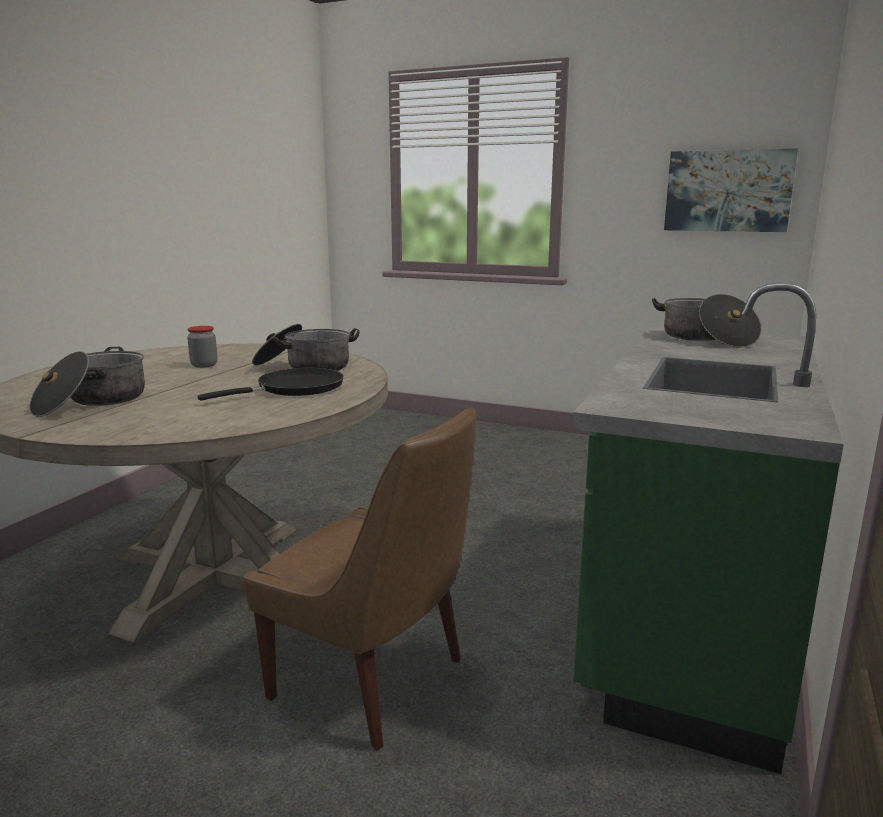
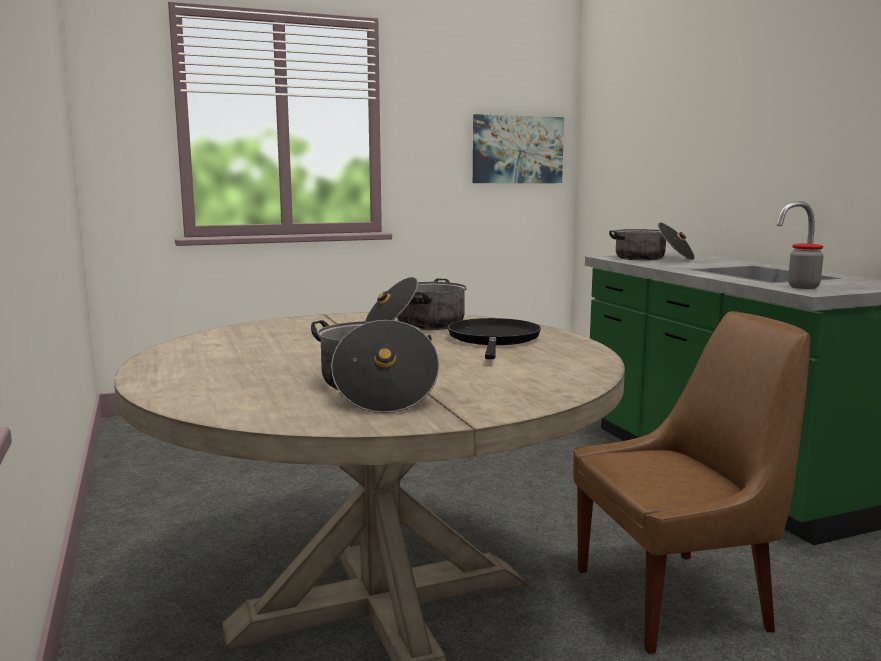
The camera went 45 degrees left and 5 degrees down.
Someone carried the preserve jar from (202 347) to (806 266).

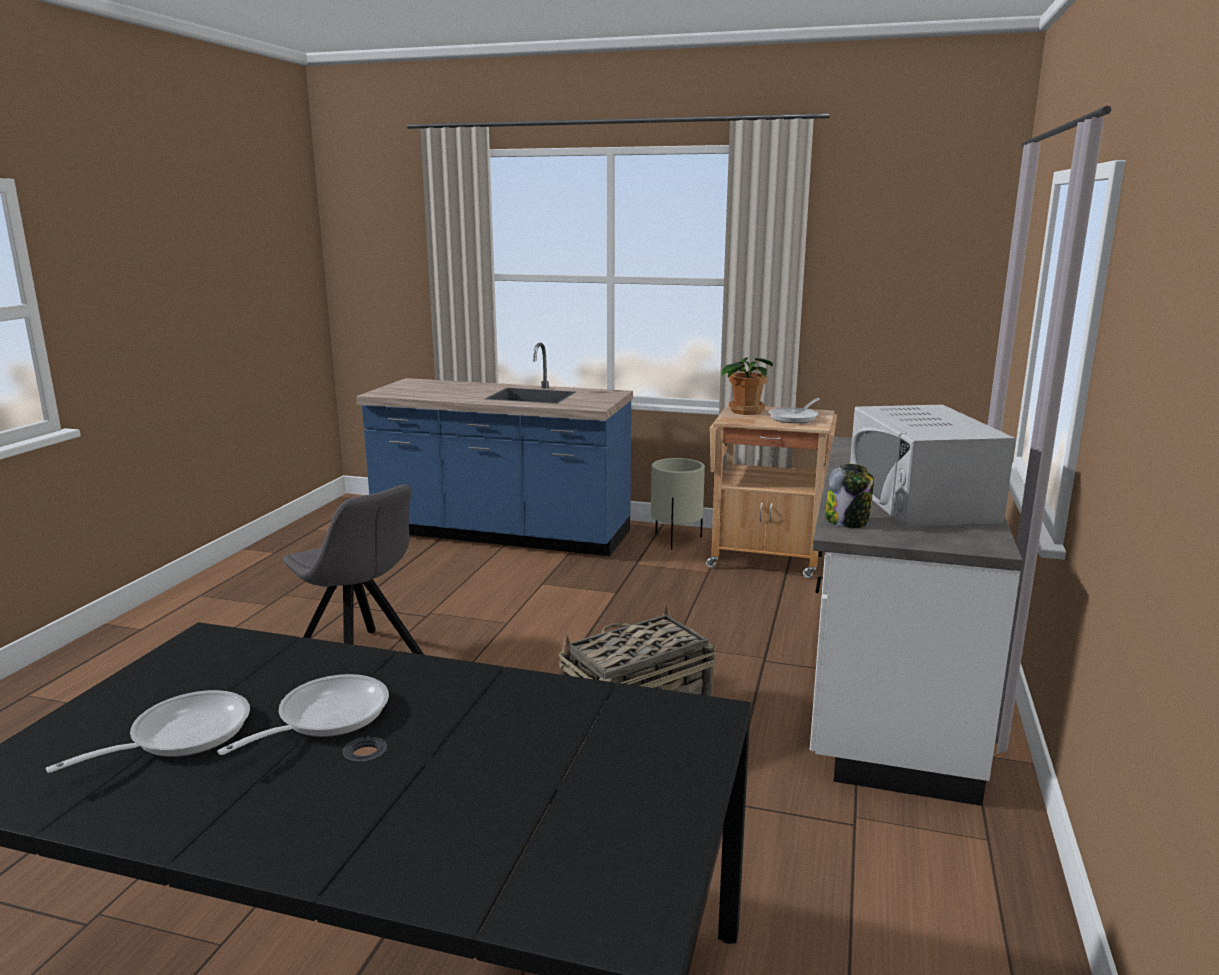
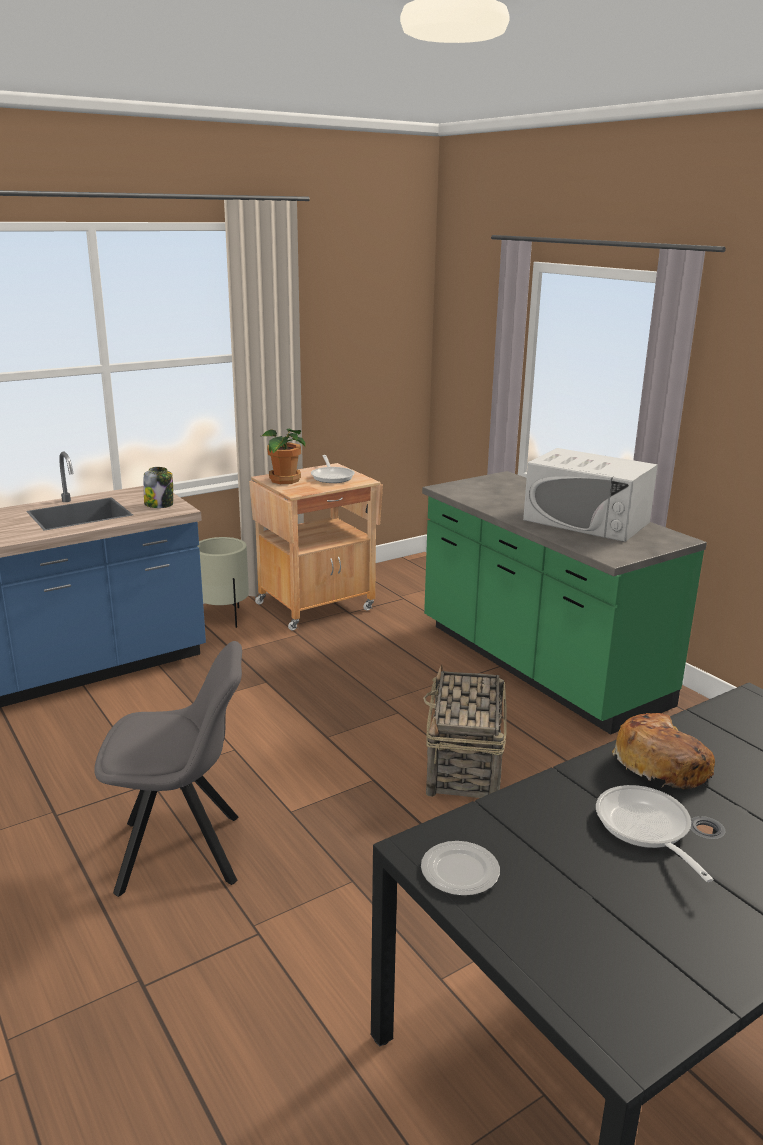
The camera went 50 degrees left and 5 degrees up.
Someone carried the preserve jar from (849 496) to (158 487).
Someone put down the plate at (460 868).
Someone repainted the counter (white) at (916 621), which became the counter (green-coloured) at (564 603).
Someone put down the bread at (663 751).
Someone took away the frying pan at (148 731).

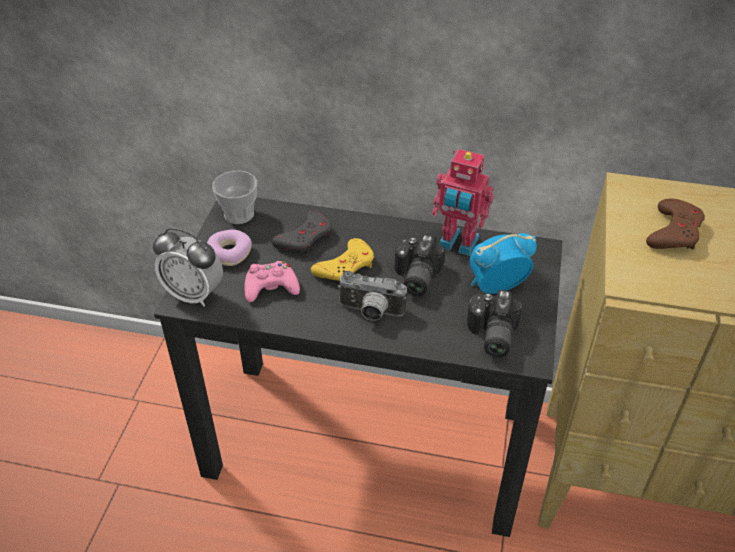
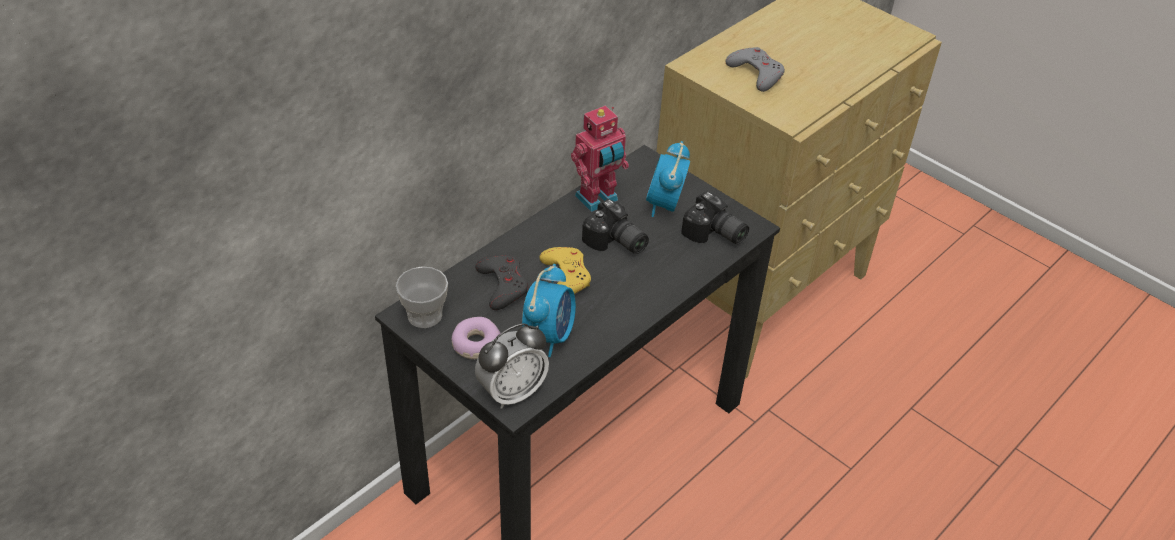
The camera went 60 degrees left and 0 degrees up.
Someone swapped the gamepad (pinkish) at (272 281) for the bedside clock at (549 310).
Someone repainted the gamepad (brown) at (675 224), which became the gamepad (grey) at (755 69).
Someone took away the still camera at (372 296).

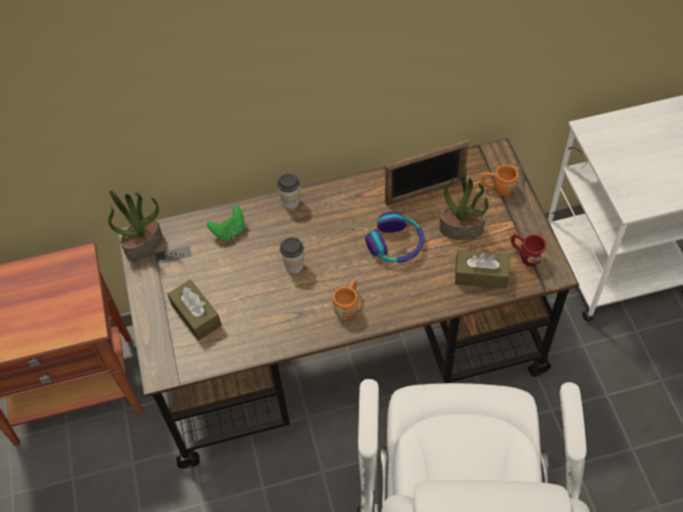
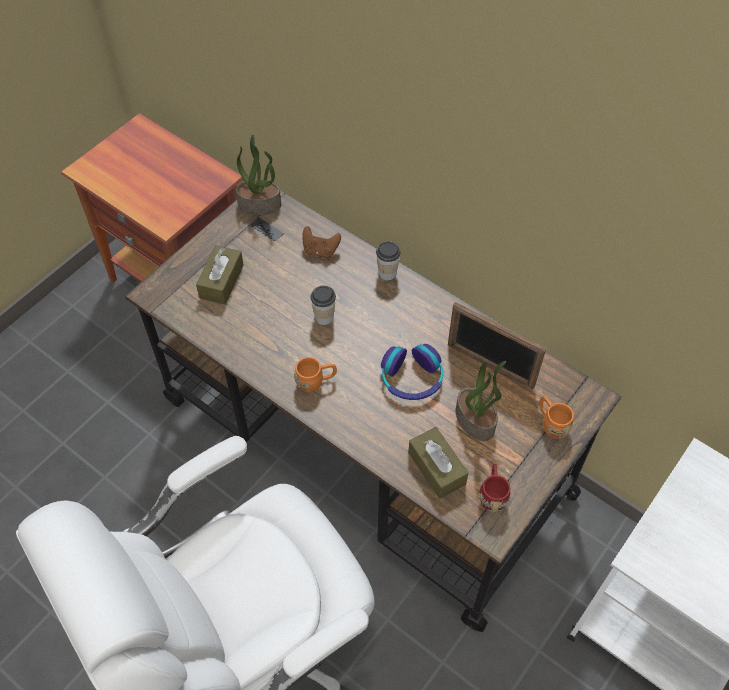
The camera went 50 degrees right and 0 degrees up.
Someone repainted the gamepad (green-coloured) at (226 223), which became the gamepad (brown) at (321 242).

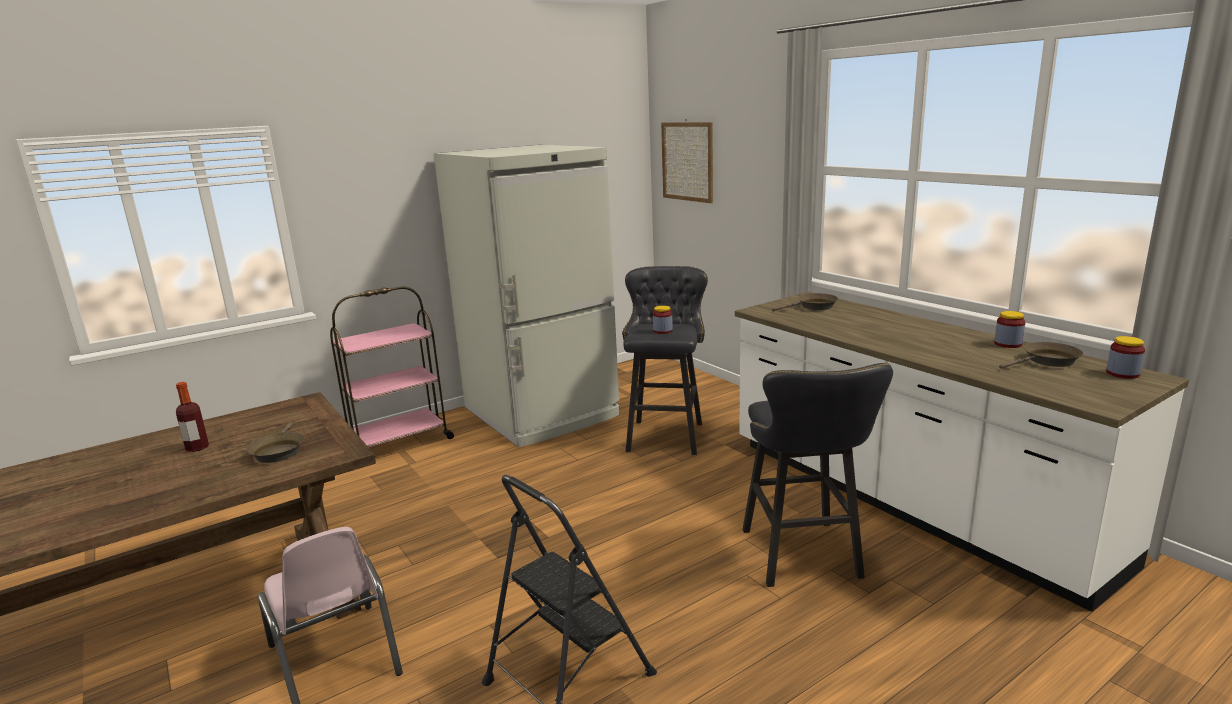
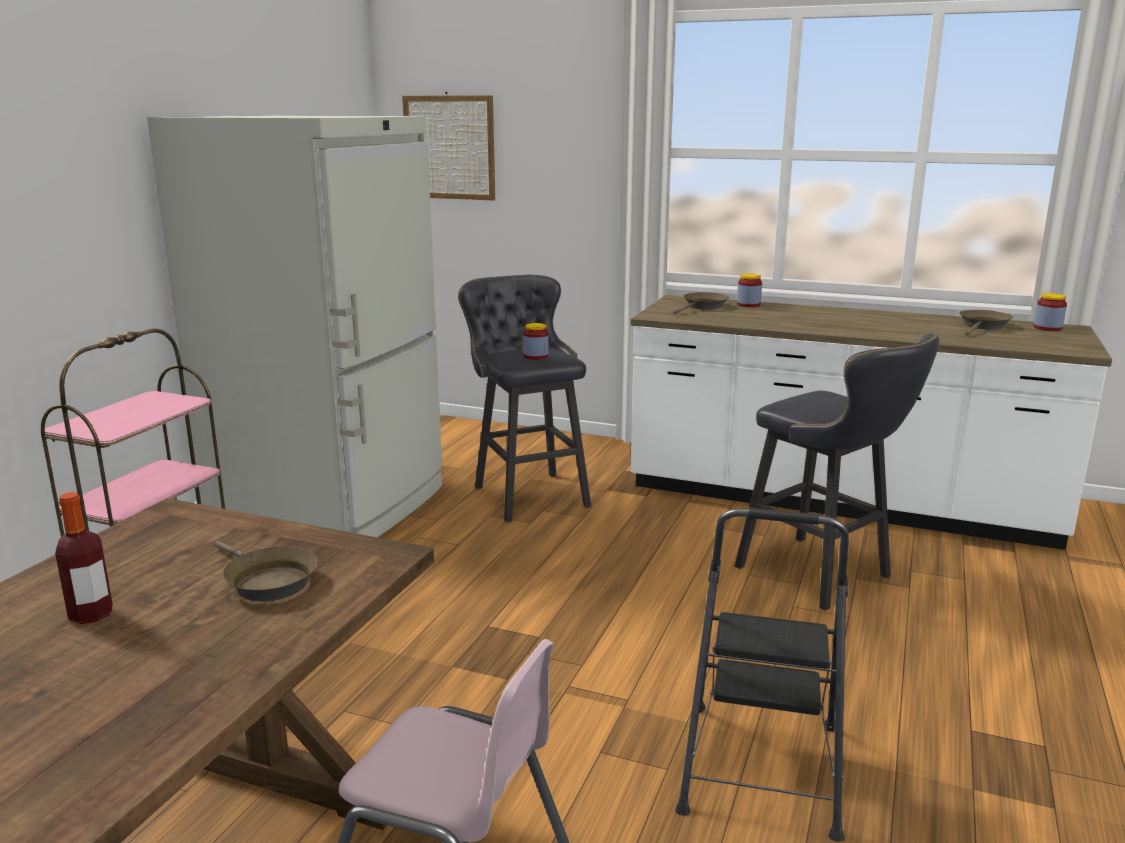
The camera went 35 degrees left and 0 degrees up.
Someone carried the preserve jar from (1009 329) to (749 290).

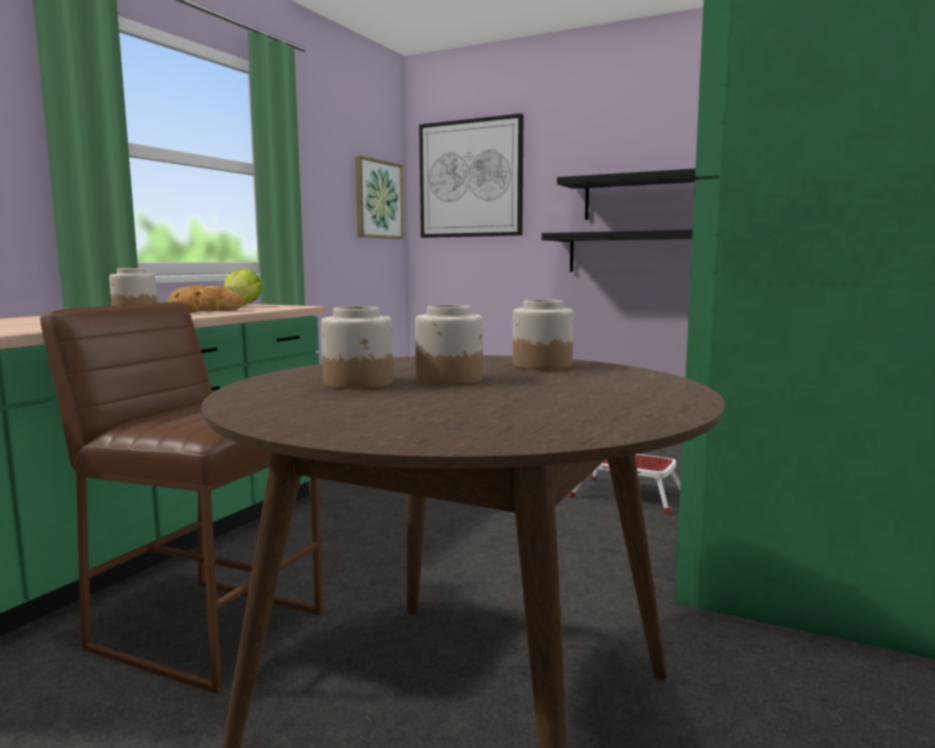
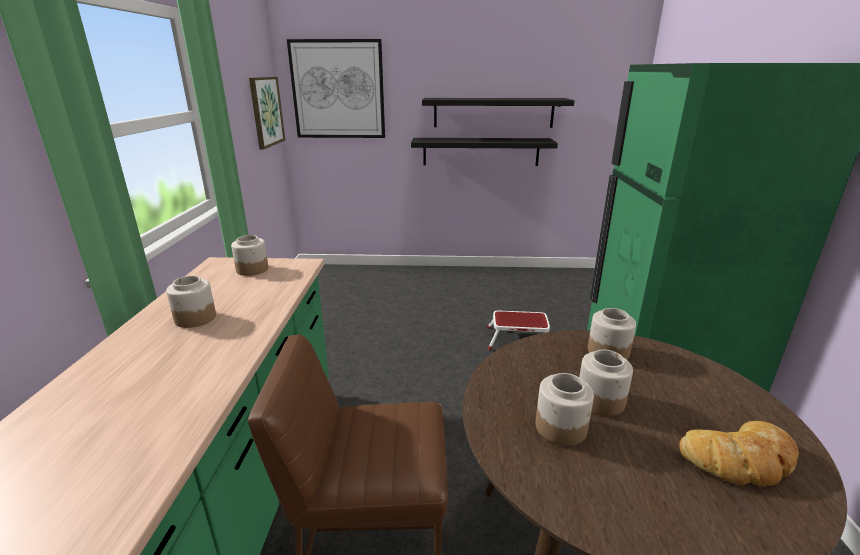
The camera went 25 degrees left and 15 degrees up.
Someone swapped the lettuce head at (243 287) for the preserve jar at (249 255).
Someone carried the bread from (205 298) to (739 453).

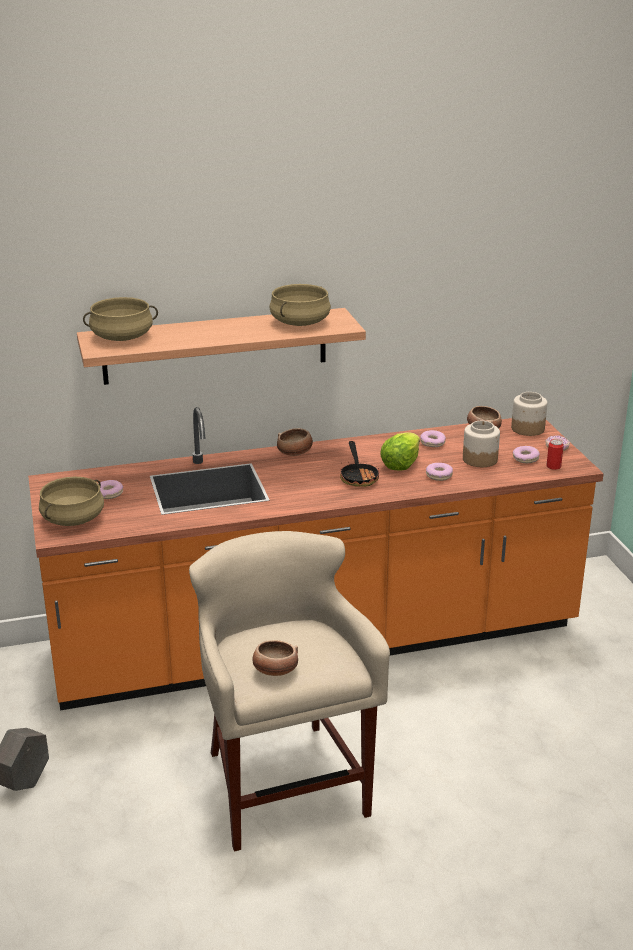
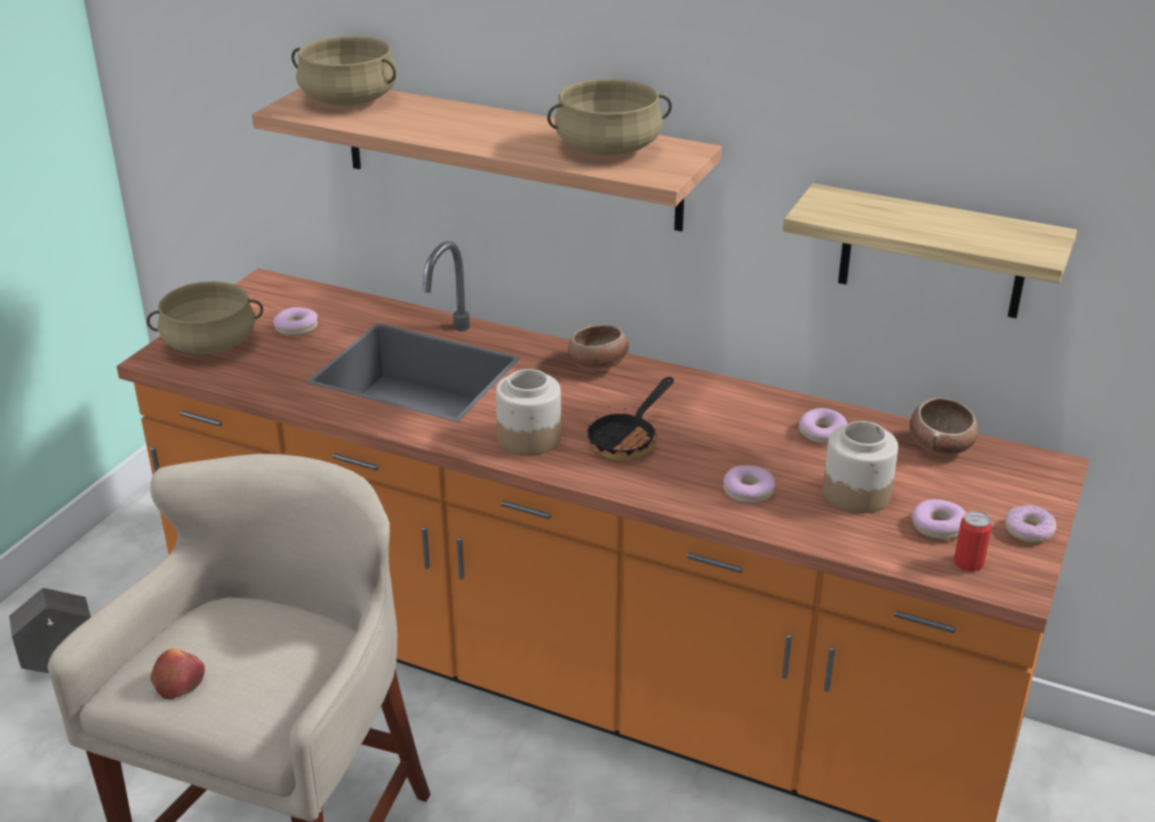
The camera went 40 degrees right and 5 degrees up.
Someone swapped the bowl at (275 658) for the apple at (178 674).
Someone carried the preserve jar from (529 414) to (528 412).
Someone put up the shelf at (930 251).
Someone took away the lettuce head at (400 451).

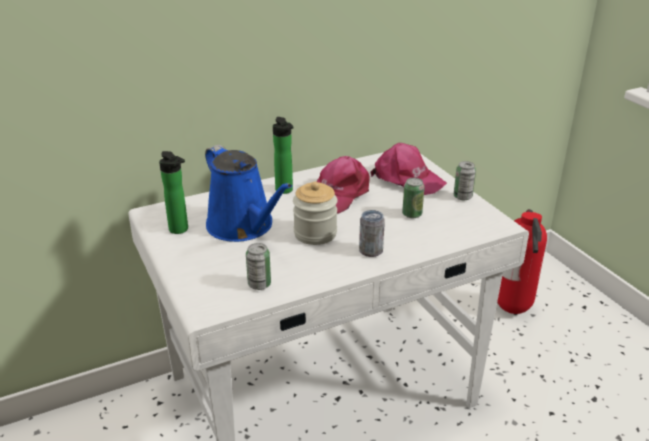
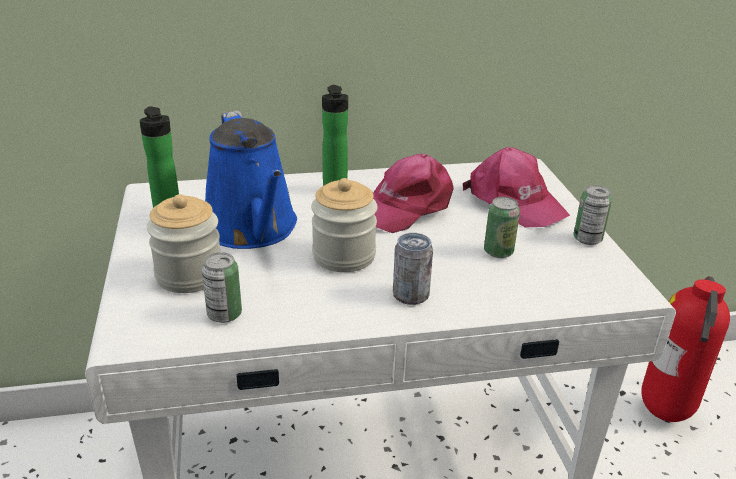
The camera went 15 degrees right and 0 degrees up.
Someone put down the preserve jar at (183 243).

